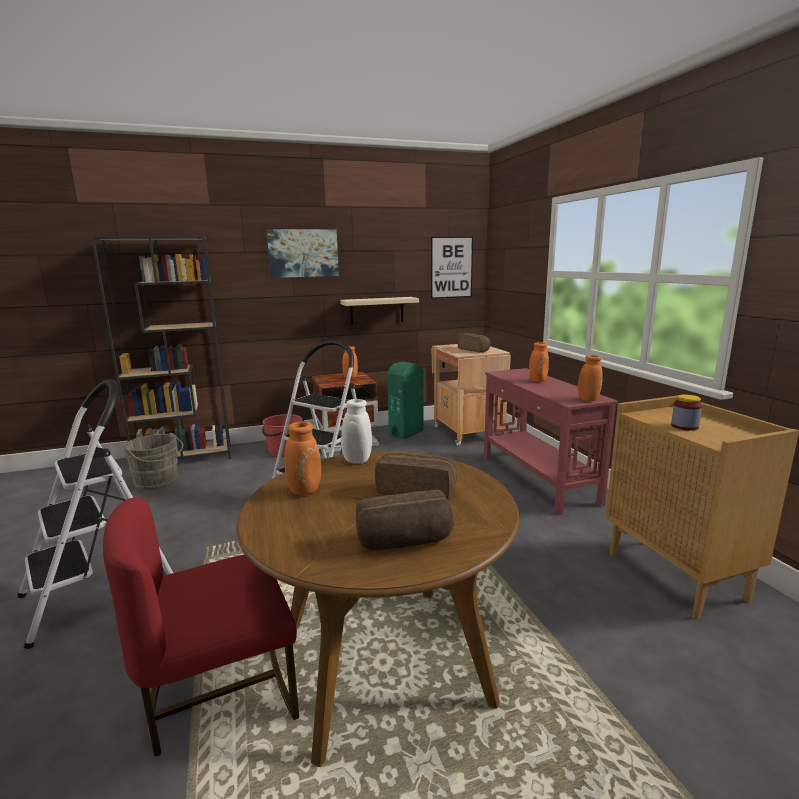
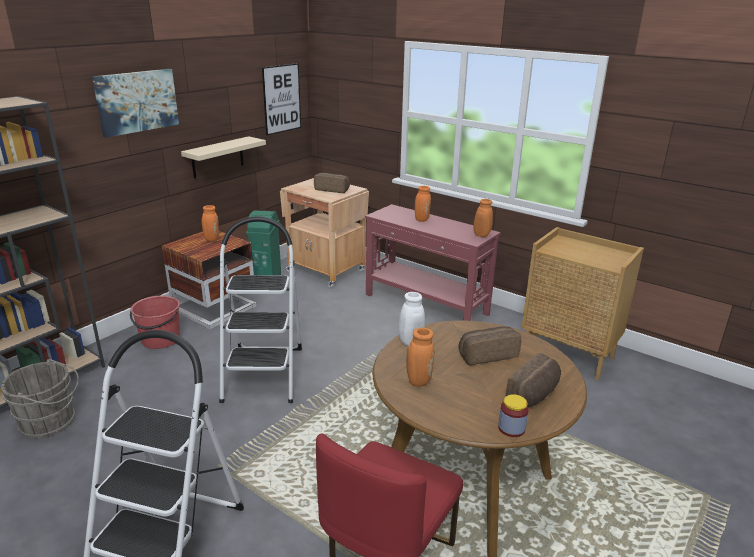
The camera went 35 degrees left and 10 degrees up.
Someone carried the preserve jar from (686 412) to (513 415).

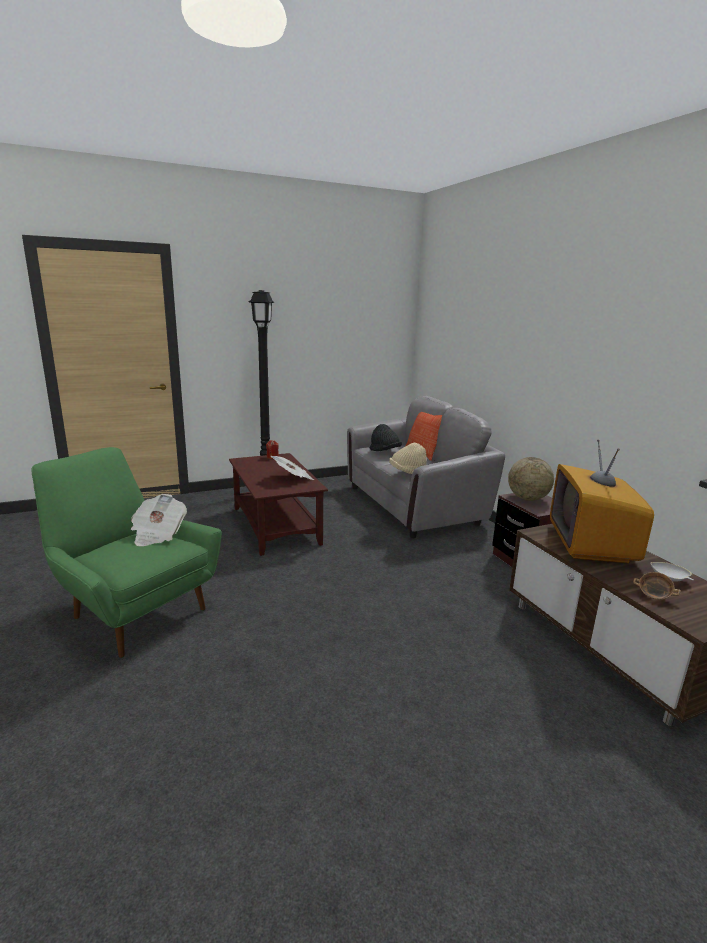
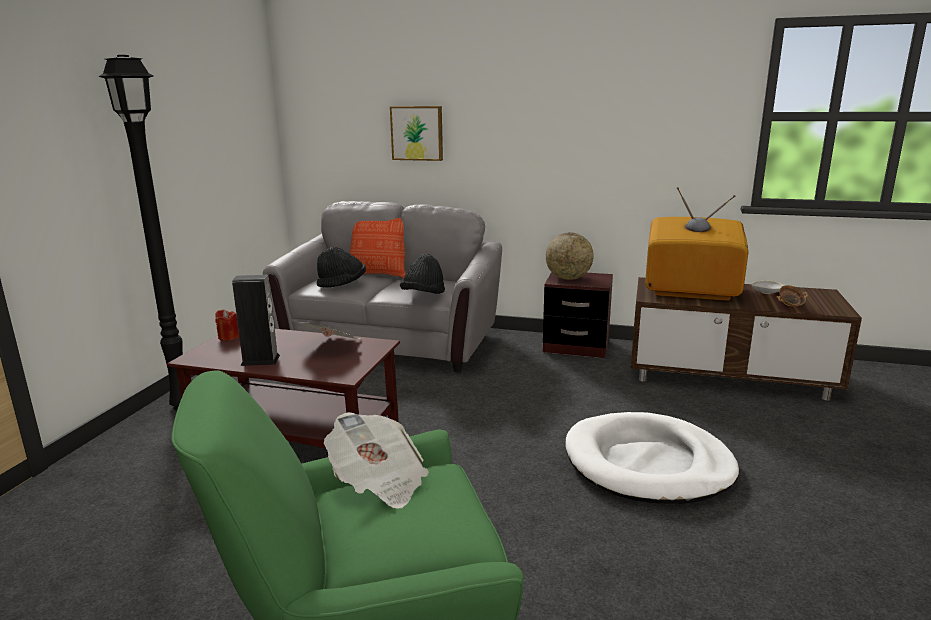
The camera went 50 degrees left and 0 degrees up.
Someone put down the speaker at (256 320).
Someone put up the wall art at (416 133).
Someone repainted the hat (beige-coloured) at (408 458), which became the hat (blackish) at (422 274).
Someone put down the dog bed (white) at (652 458).
Someone rotated the TV set at (602 501) by 150 degrees clockwise.

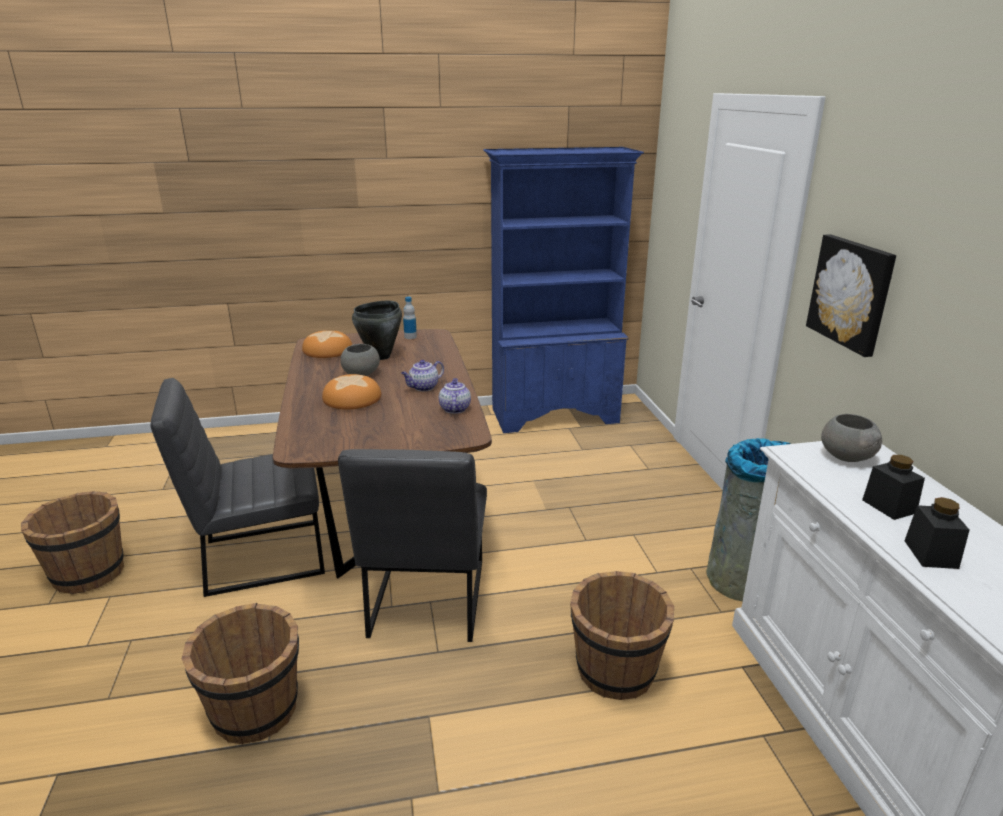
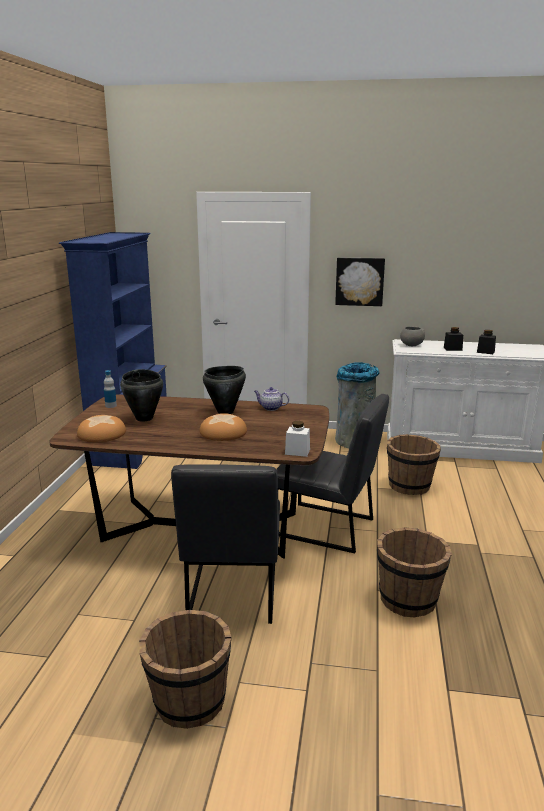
The camera went 70 degrees left and 5 degrees down.
Someone swapped the pot for tea at (422 375) for the saucepot (blackish) at (224 390).
Someone put down the preserve jar (white) at (297 439).
Someone took away the bowl (grey) at (360 360).

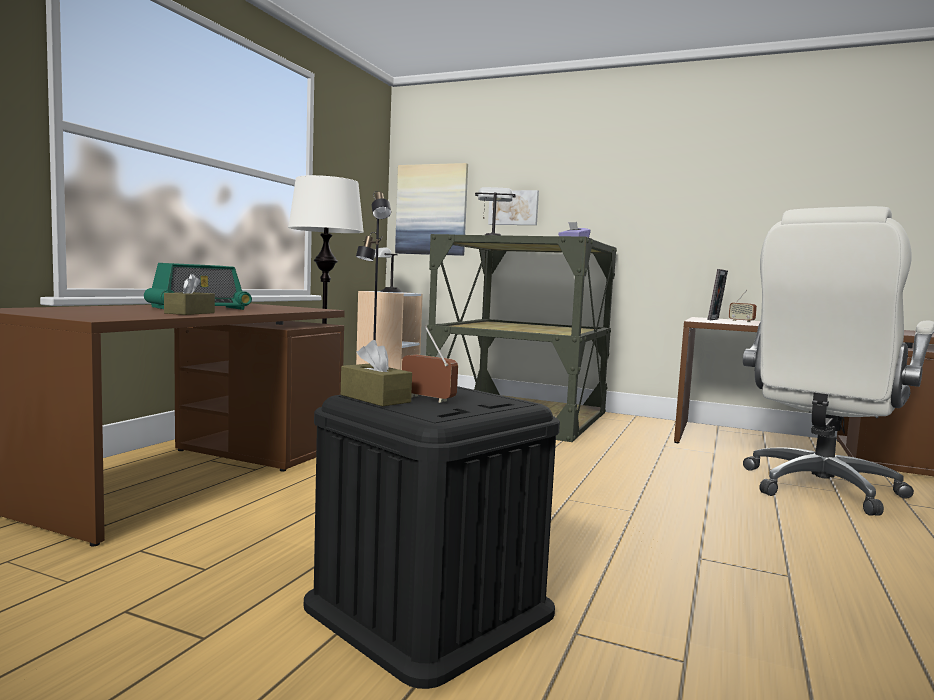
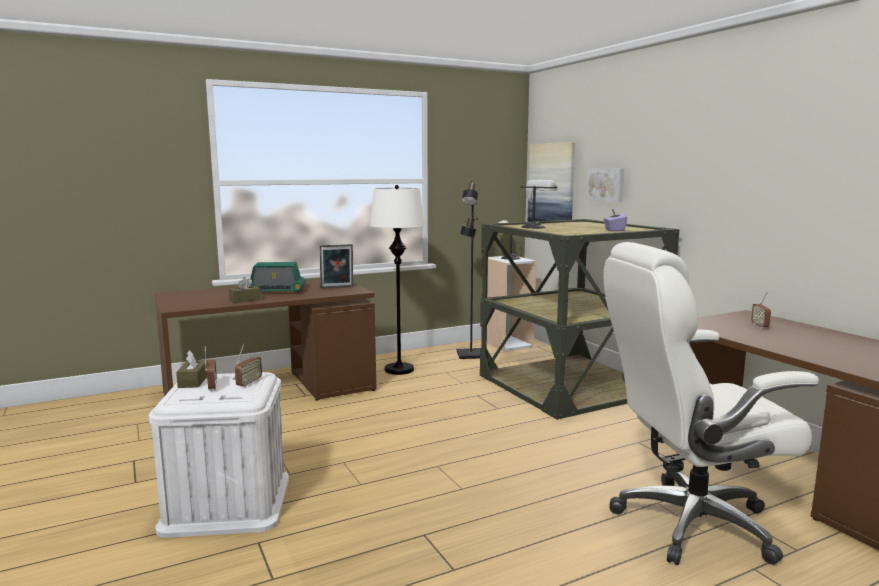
The camera went 40 degrees right and 5 degrees up.
Someone repainted the storage container (blackish) at (432 537), which became the storage container (white) at (219 455).
Someone put down the radio set at (248 365).
Someone carried the photo frame from (718 294) to (336 266).

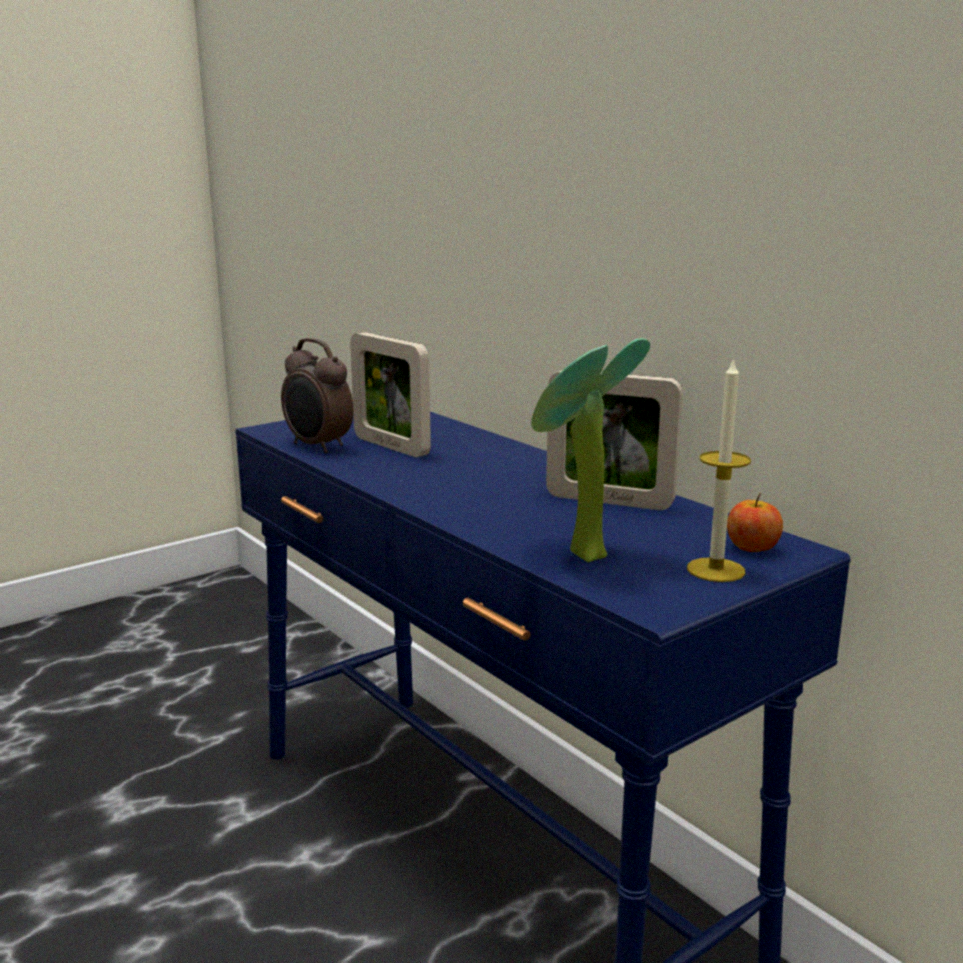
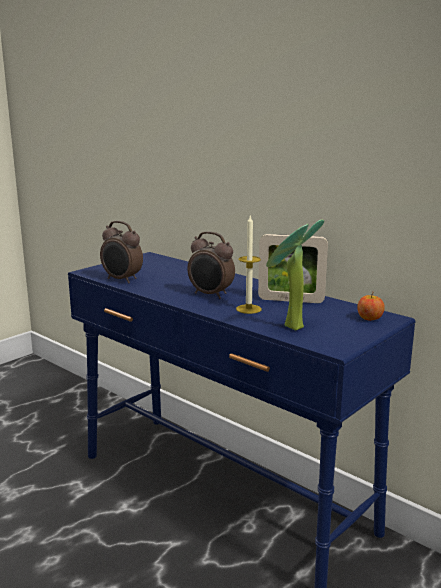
The camera went 10 degrees left and 0 degrees up.
Someone put down the bedside clock at (211 265).
Someone carried the wax candle from (719 469) to (248 264).
Someone took away the photo frame at (390 394).

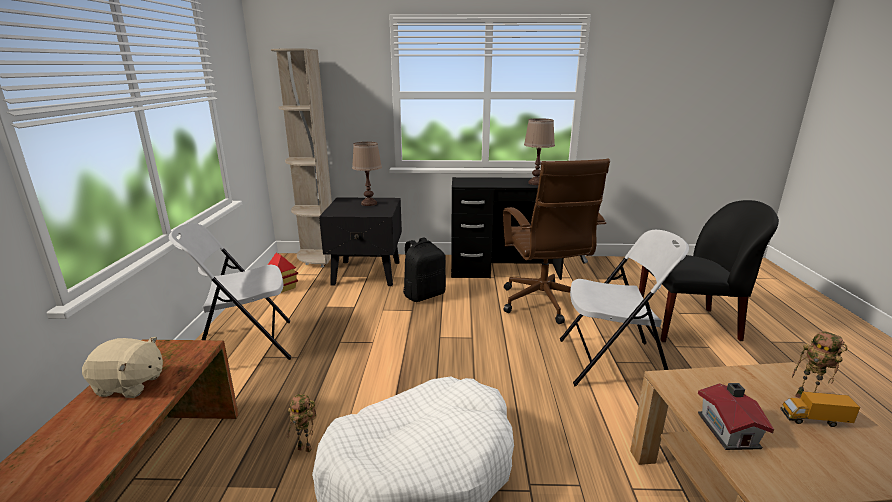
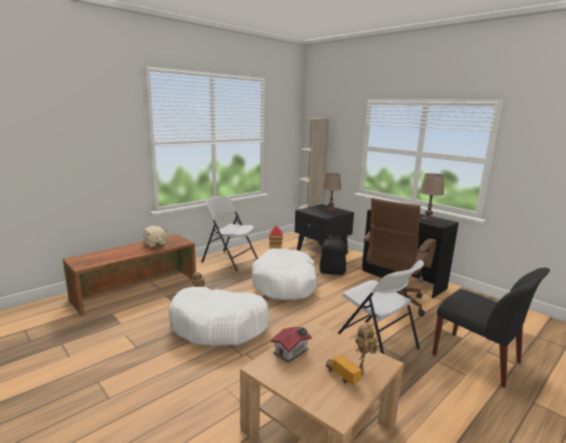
The camera went 45 degrees right and 5 degrees down.
Someone put down the dog bed (white) at (284 274).

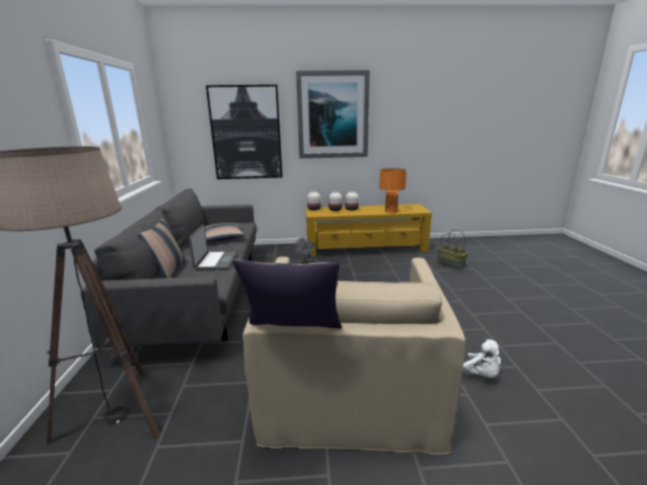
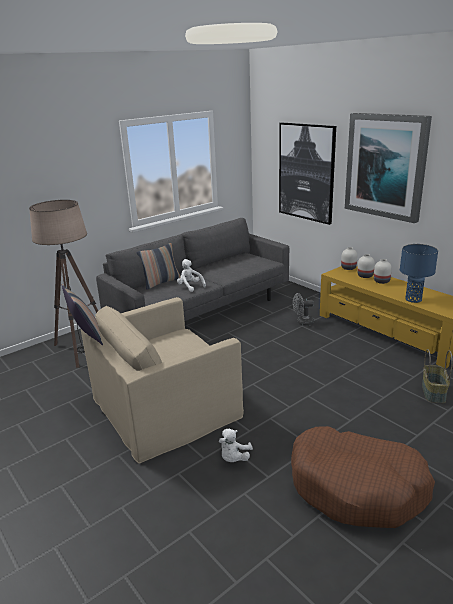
The camera went 55 degrees right and 5 degrees up.
Someone swapped the laptop at (213 247) for the soft toy (white) at (191 275).
Someone put down the dog bed (brown) at (363 477).
Someone repainted the table lamp (orangey) at (393 190), which became the table lamp (blue-coloured) at (419 273).
Someone took away the throw pillow at (225 232).

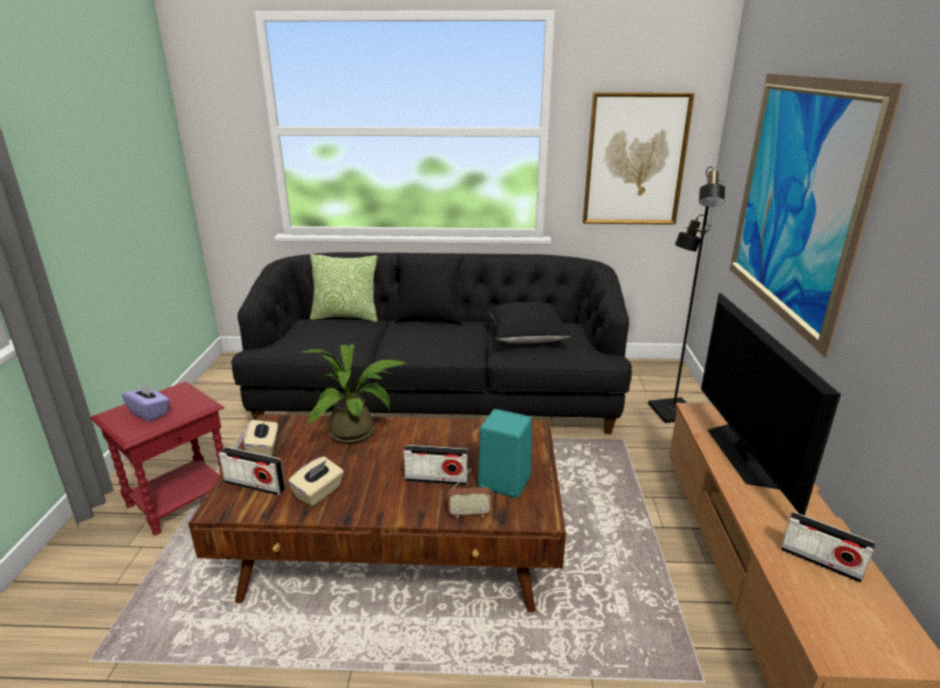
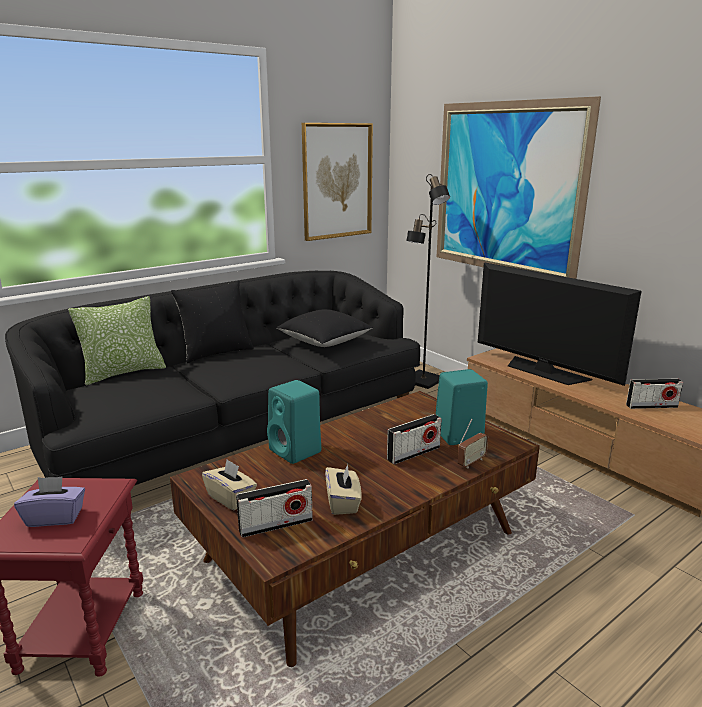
The camera went 40 degrees left and 5 degrees down.
Someone swapped the potted plant at (353 394) for the speaker (blue-green) at (294 422).

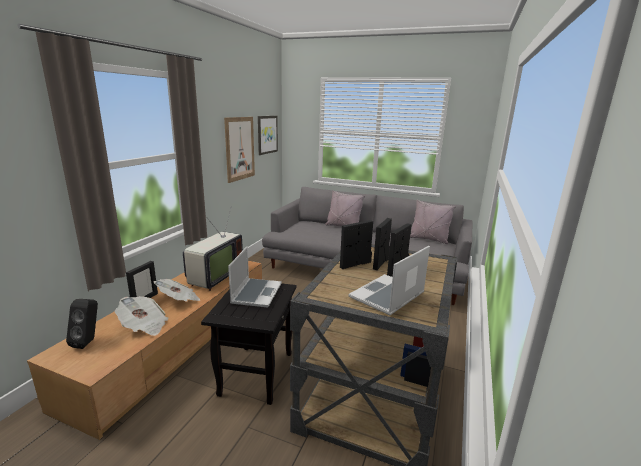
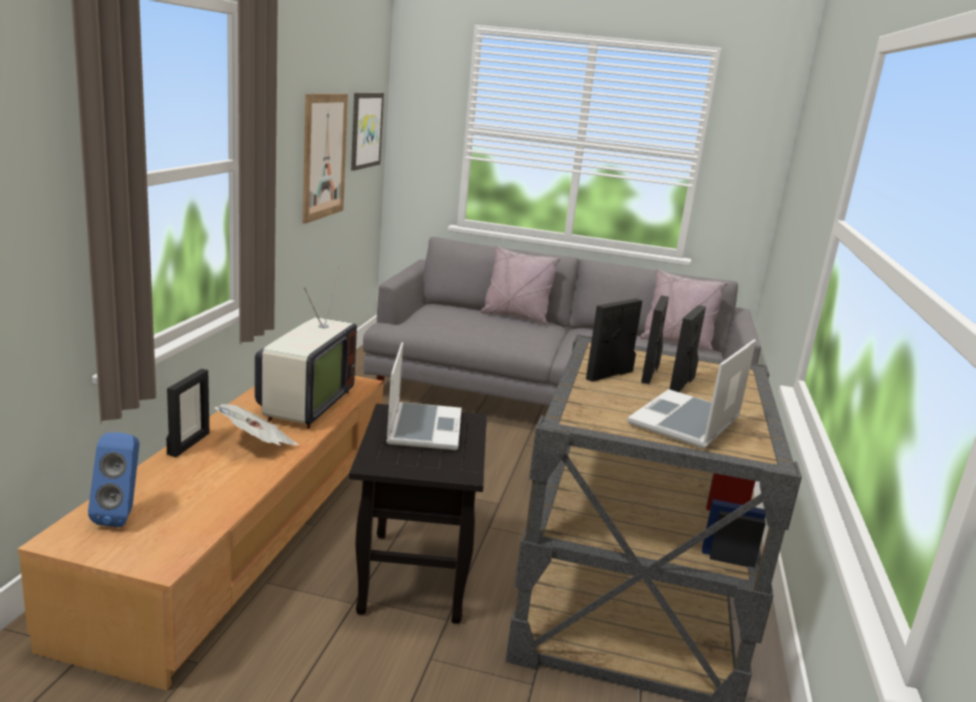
The camera went 10 degrees left and 0 degrees up.
Someone repainted the speaker (blackish) at (82 324), which became the speaker (blue-coloured) at (113 479).
Someone took away the newspaper at (142 316).

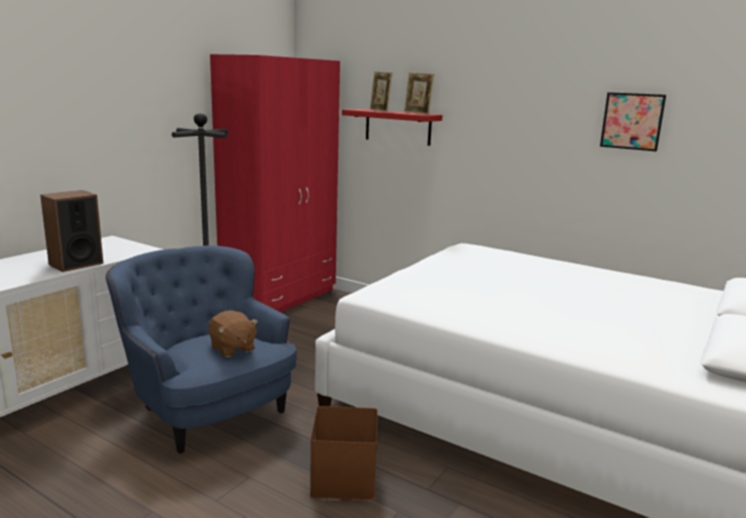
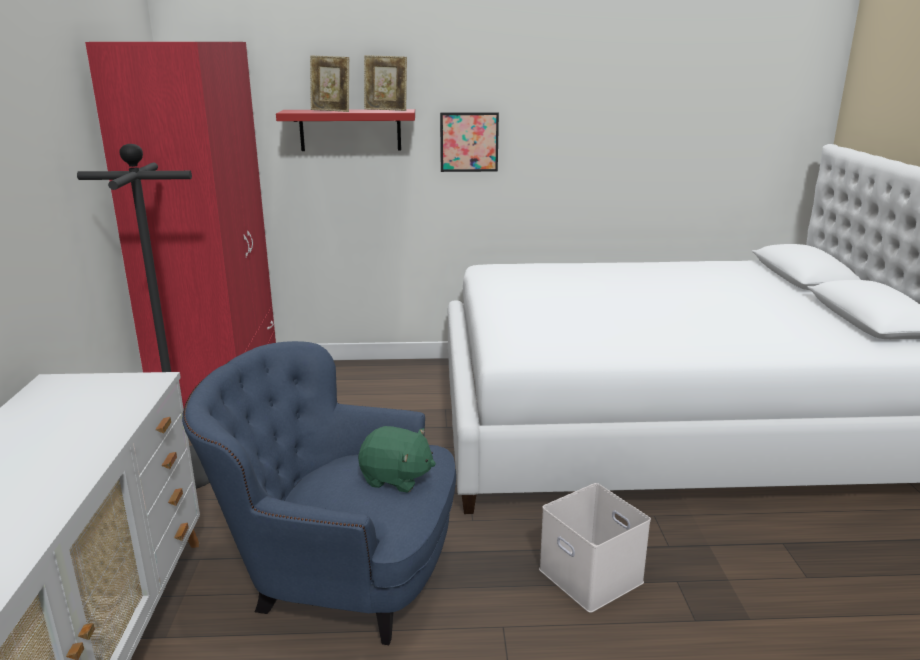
The camera went 35 degrees left and 5 degrees up.
Someone repainted the soft toy (brown) at (233 334), which became the soft toy (green-coloured) at (397 459).
Someone carried the wall art from (633 121) to (469 142).
Someone repainted the storage container (brown) at (344 453), which became the storage container (white) at (595 548).
Someone took away the speaker at (71 231).

